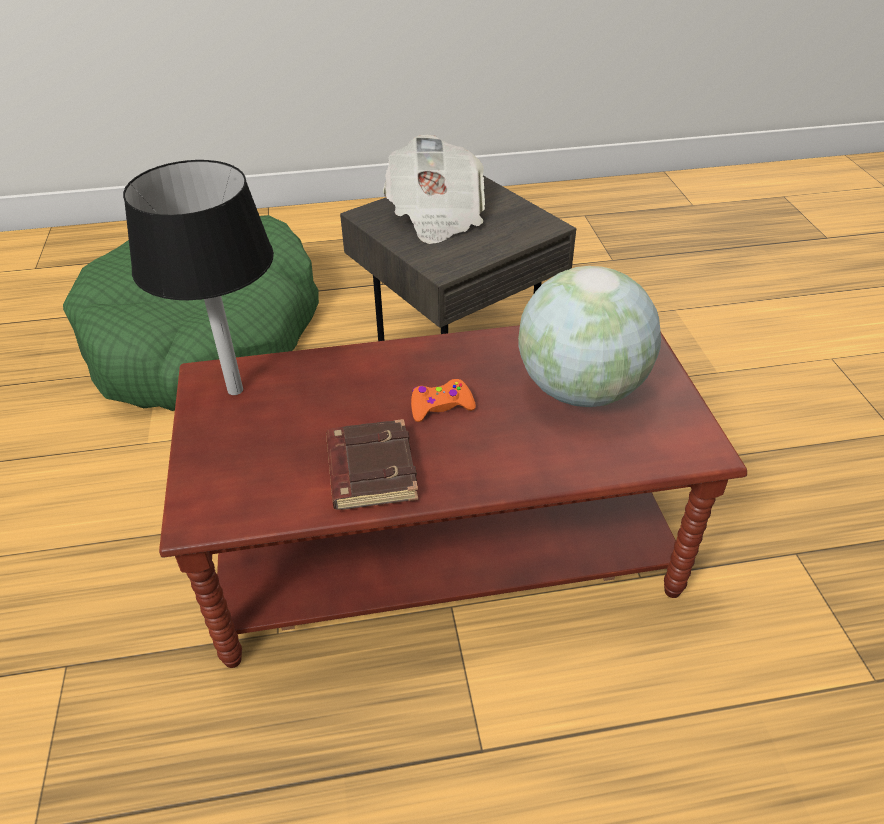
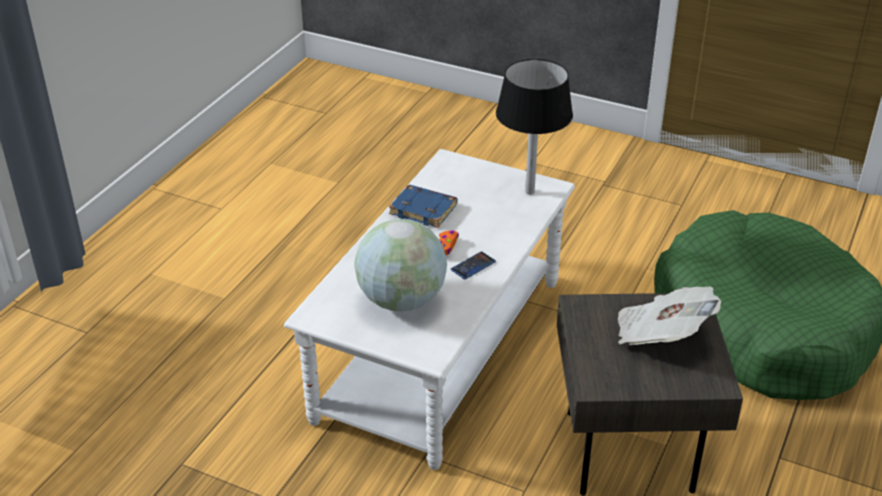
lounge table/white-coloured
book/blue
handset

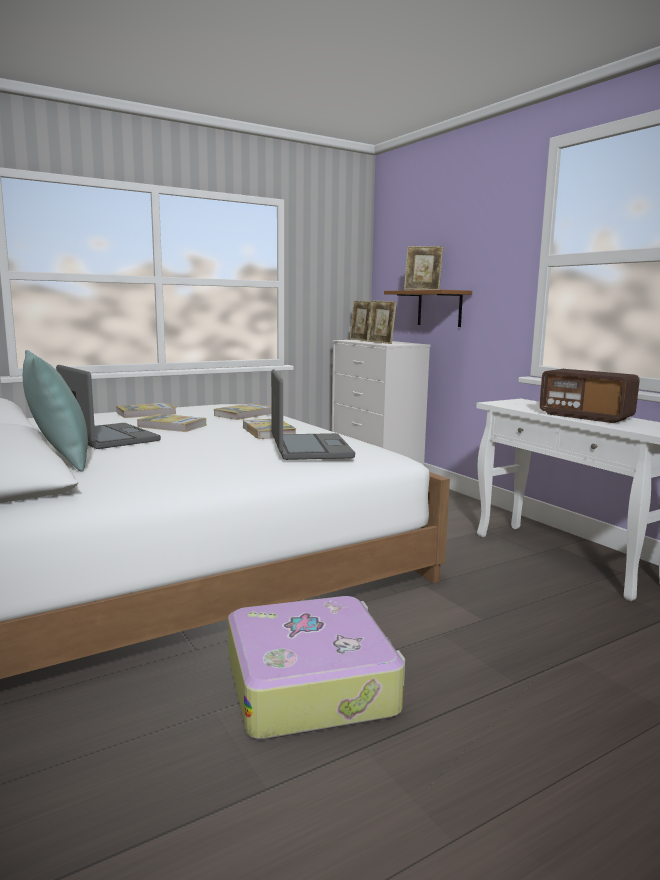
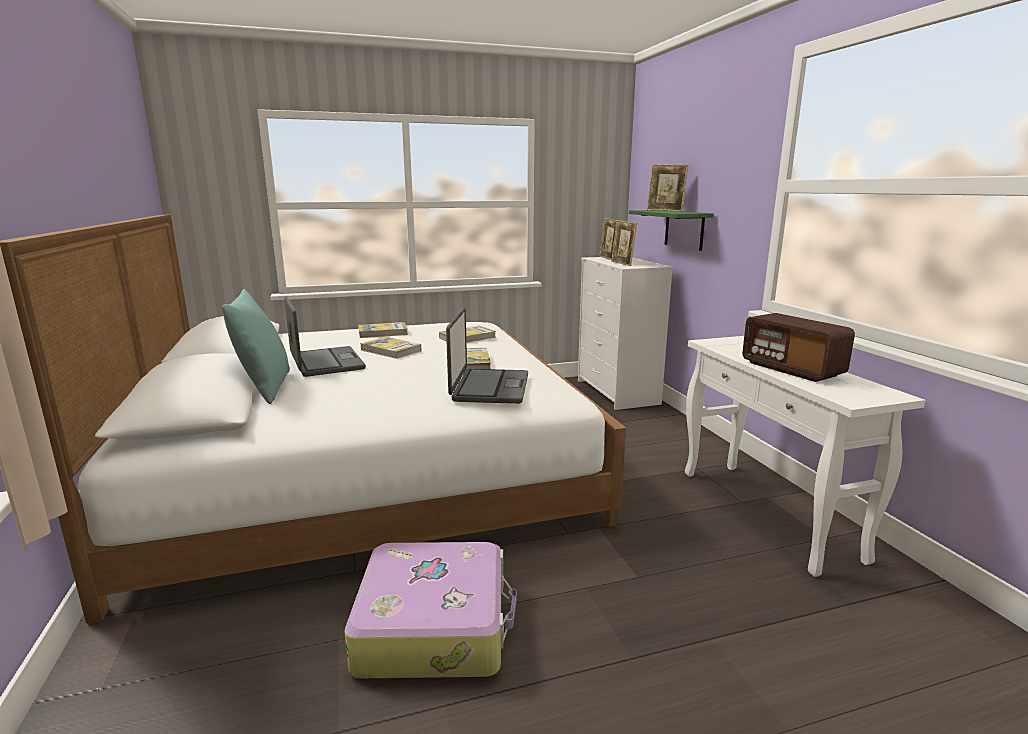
wall shelf/greenish

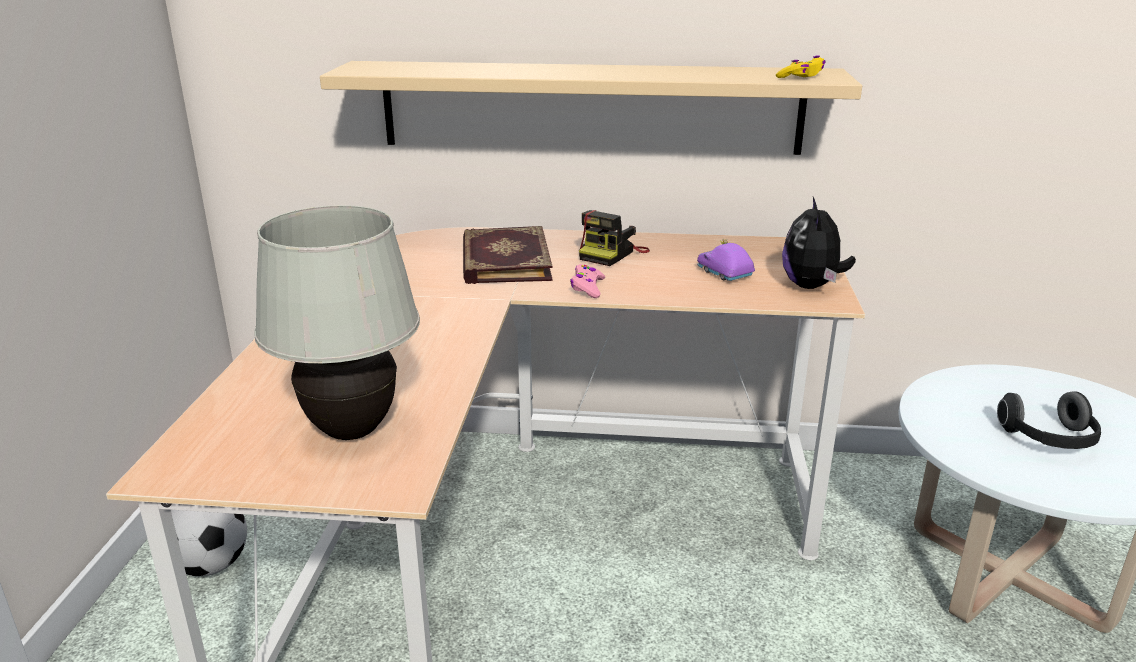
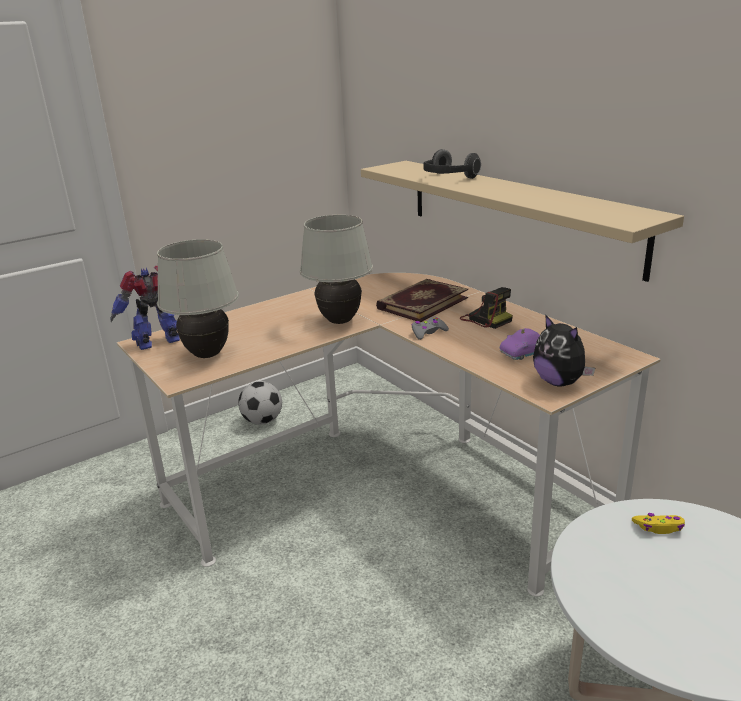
robot figure
lamp for a table/white-coloured (2nd from left)
gamepad/greyish
pair of headphones
still camera
miniature car/purple-coloured
plush toy
gamepad/yellow-coloured

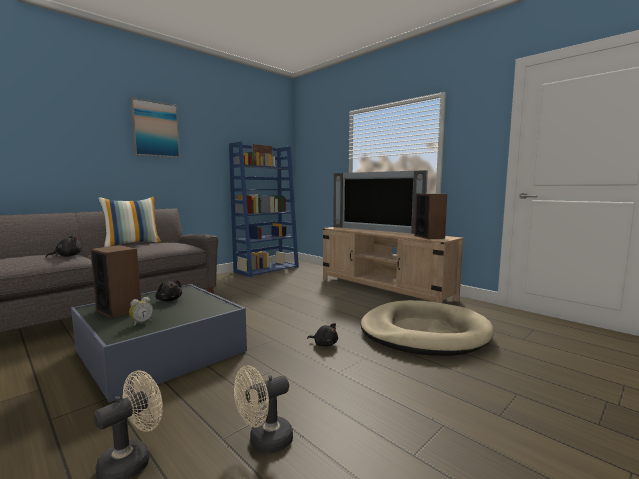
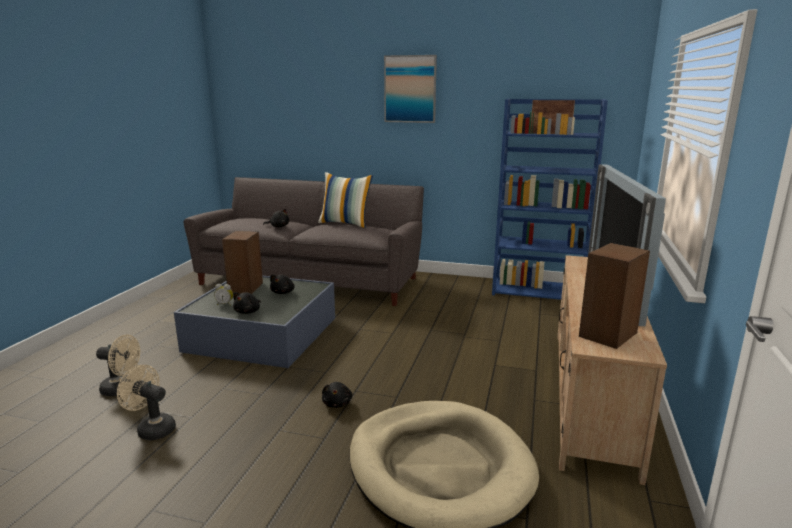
plush toy/black (1st from left)

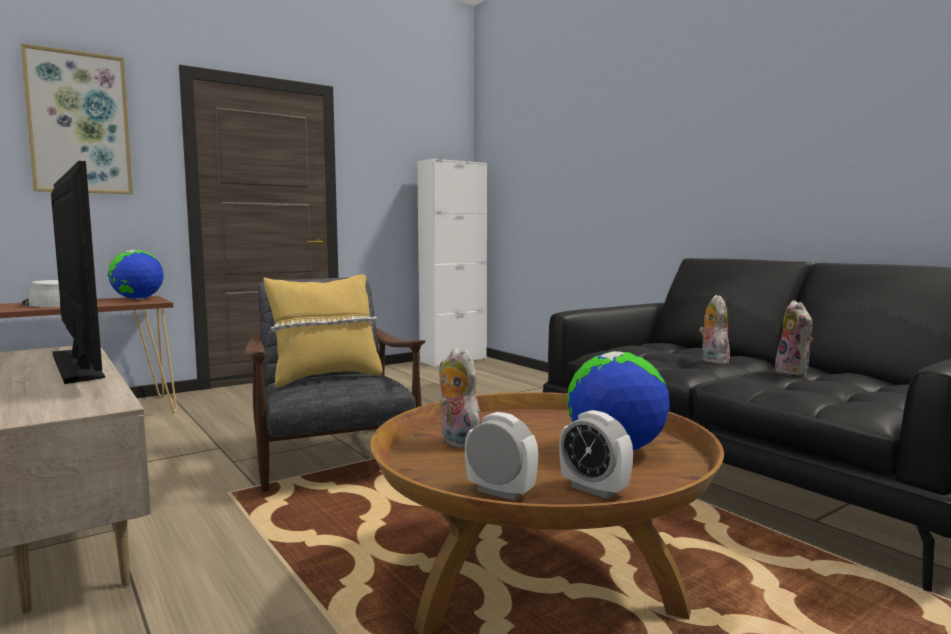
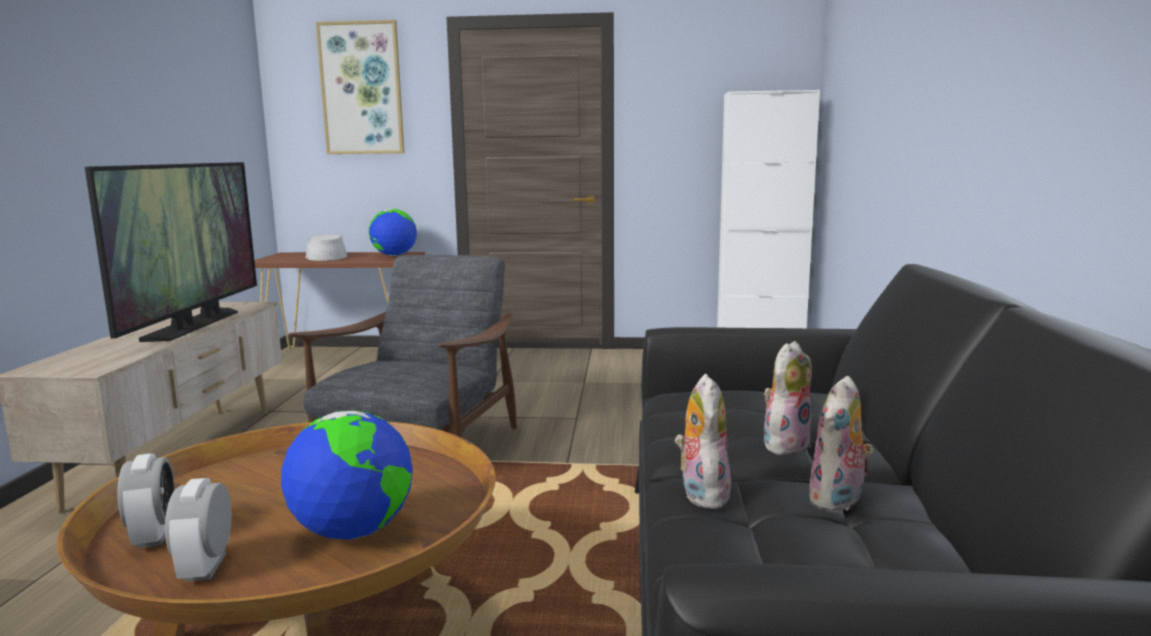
plush toy (1st from left)
pillow/yellow-coloured

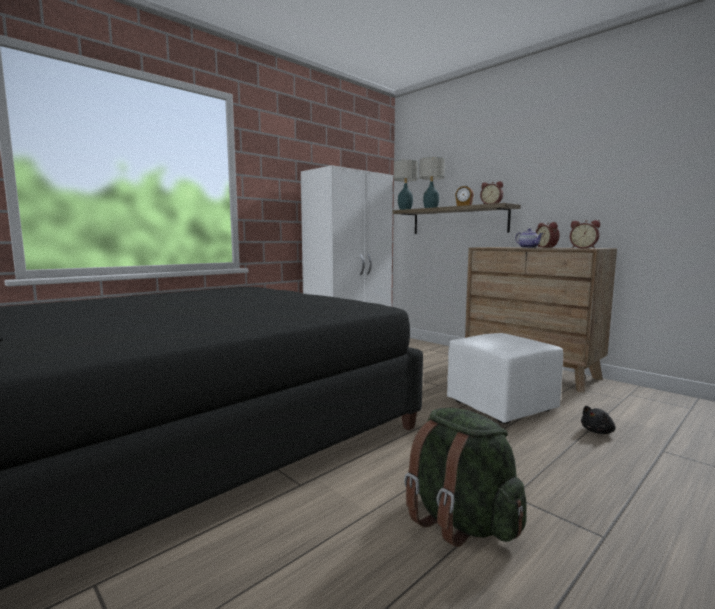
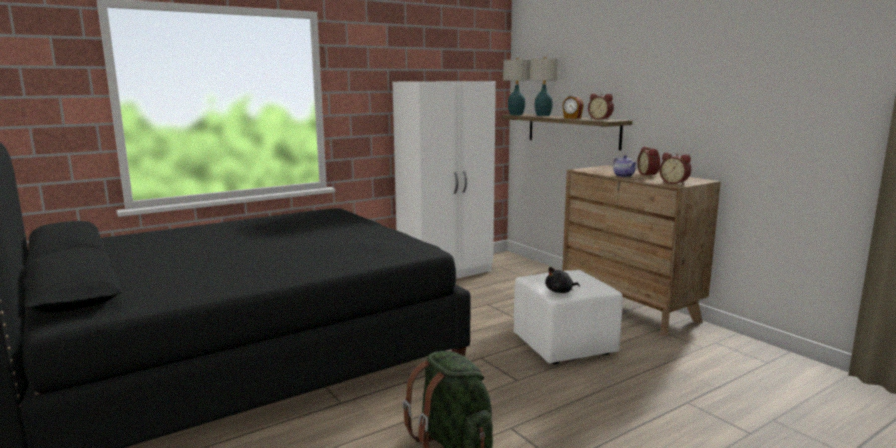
plush toy/black

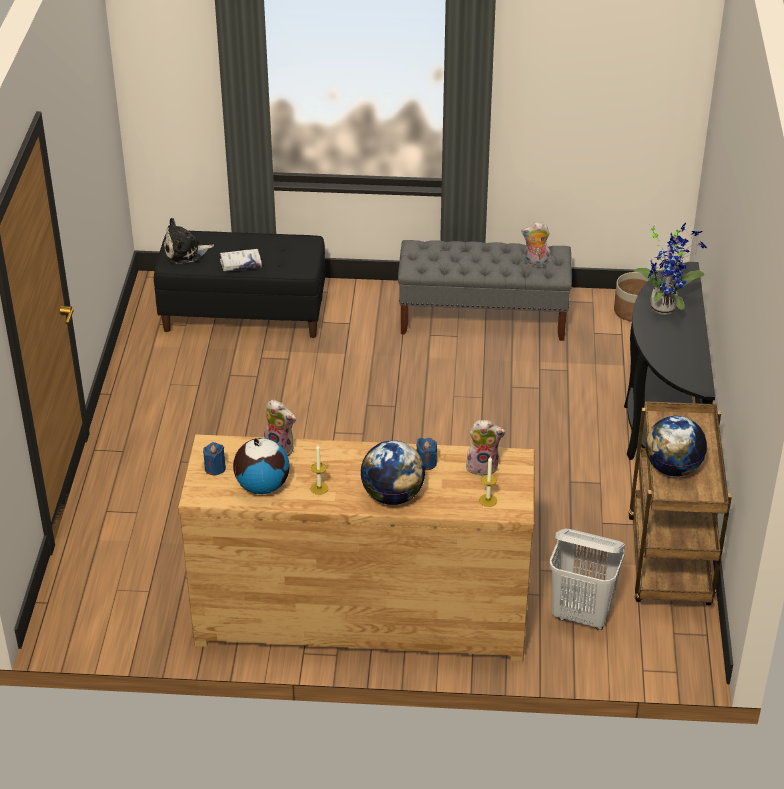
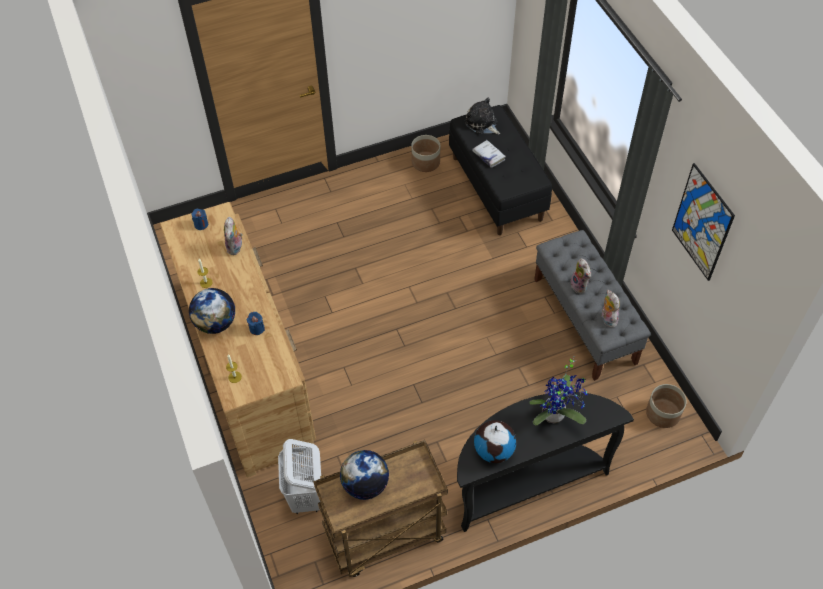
plant pot (1st from left)
world globe (3rd from left)
plush toy (3rd from left)
wall picture

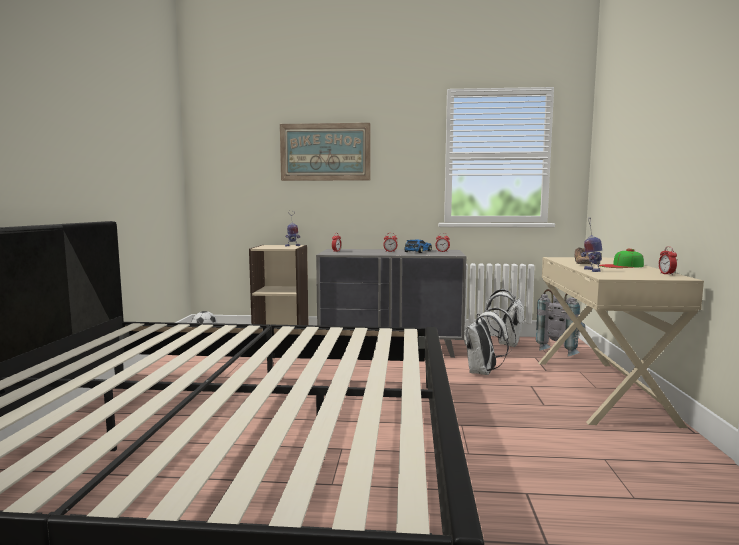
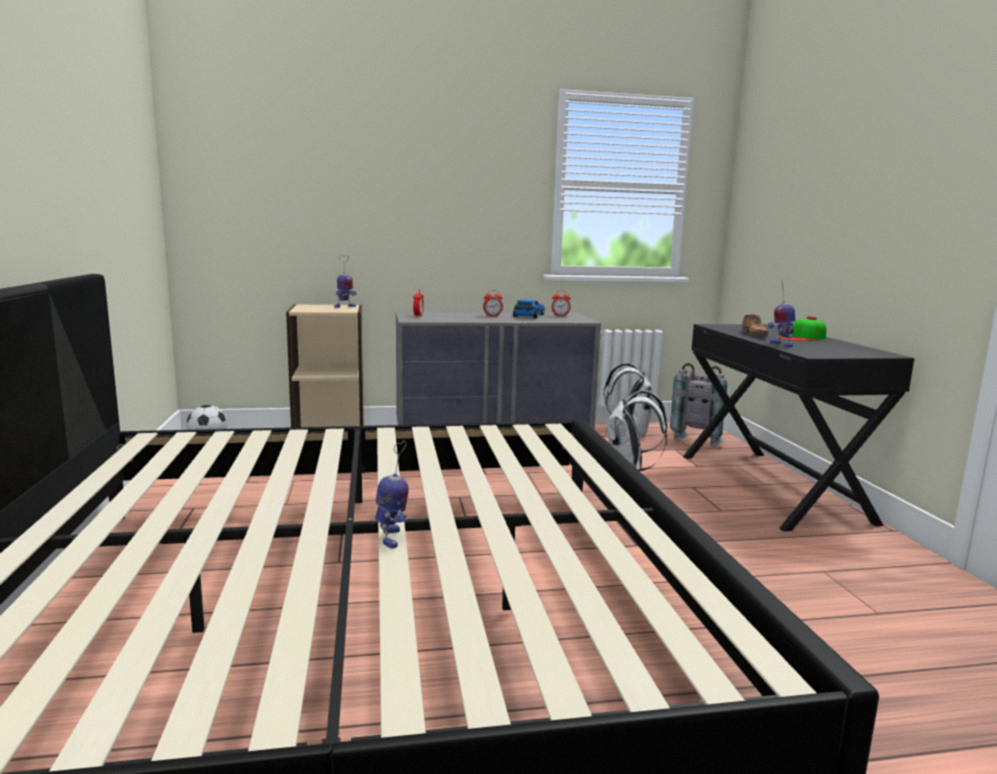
robot figure (2nd from left)
desk table/black
wall picture
table clock (4th from left in the first image)

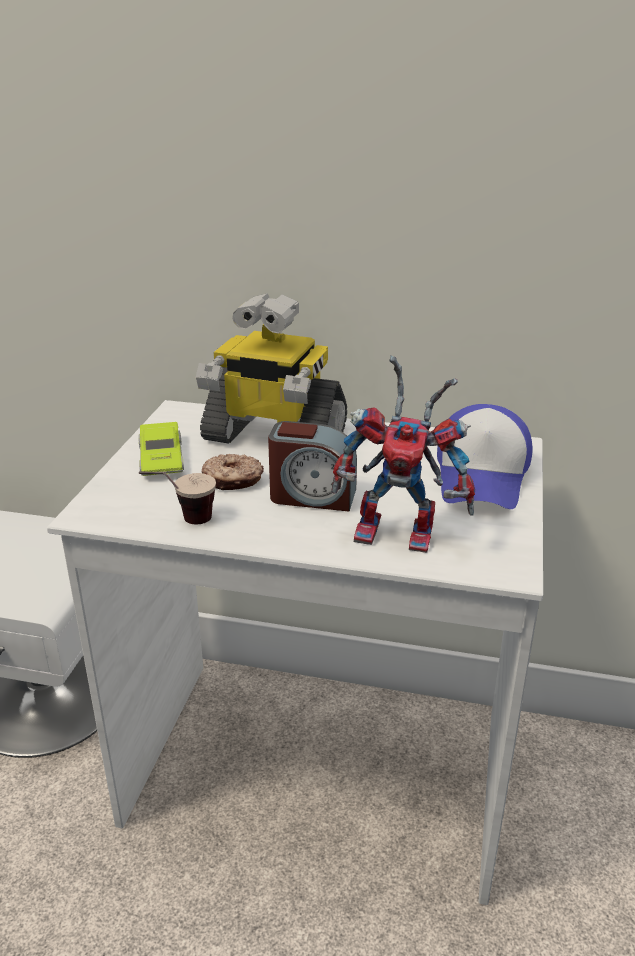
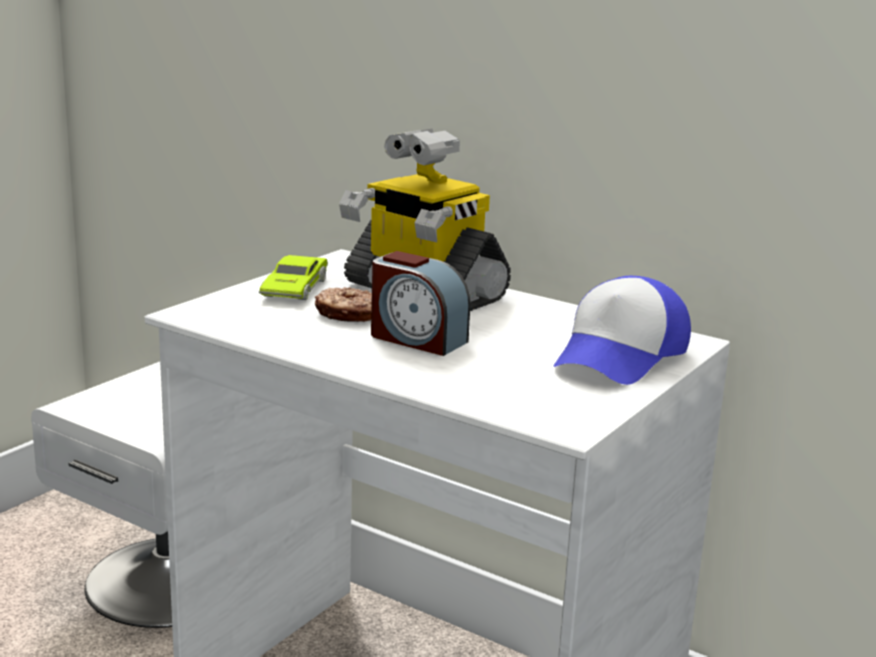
small cup
robot figure (2nd from left in the first image)

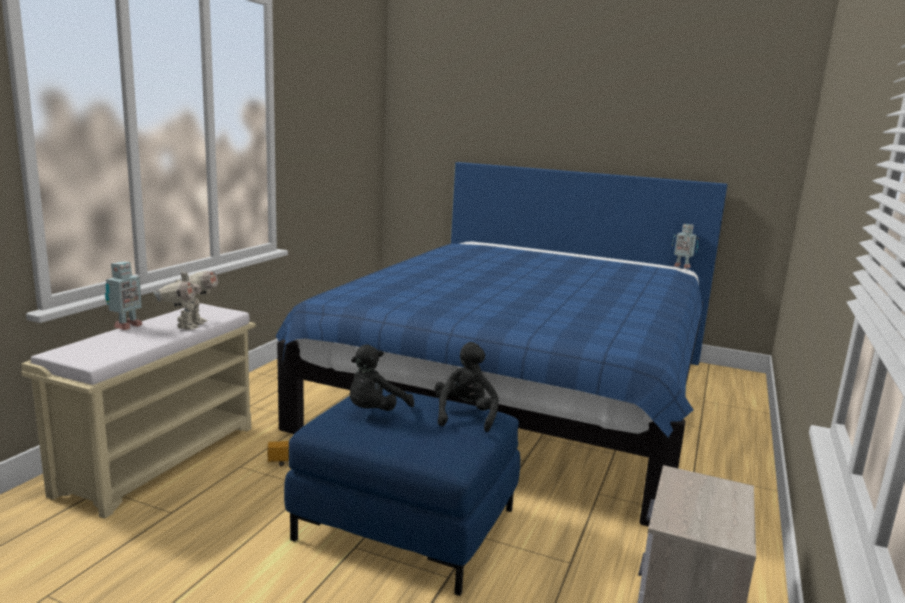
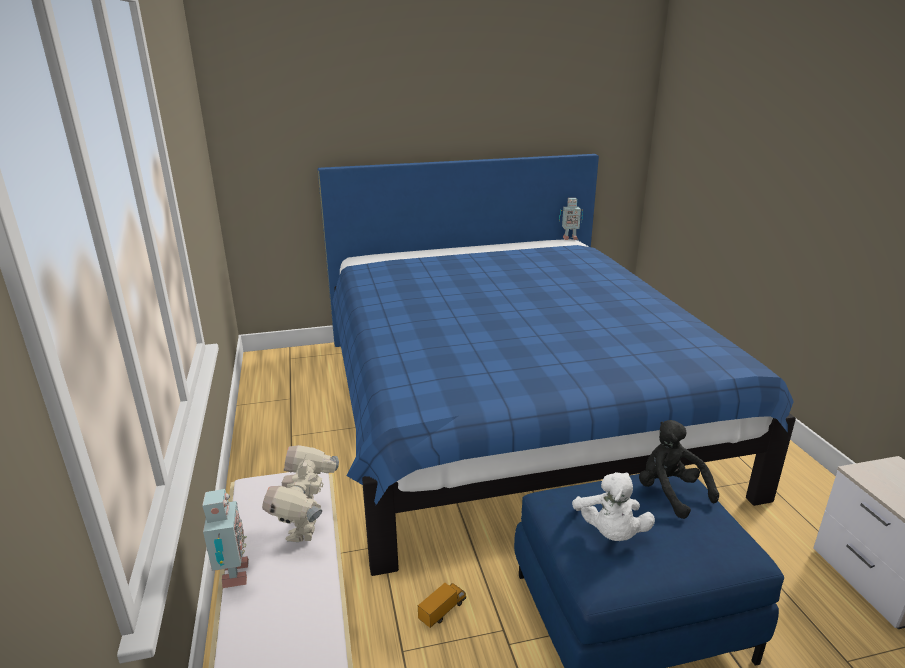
robot figure (2nd from left)
plush toy/white-coloured

